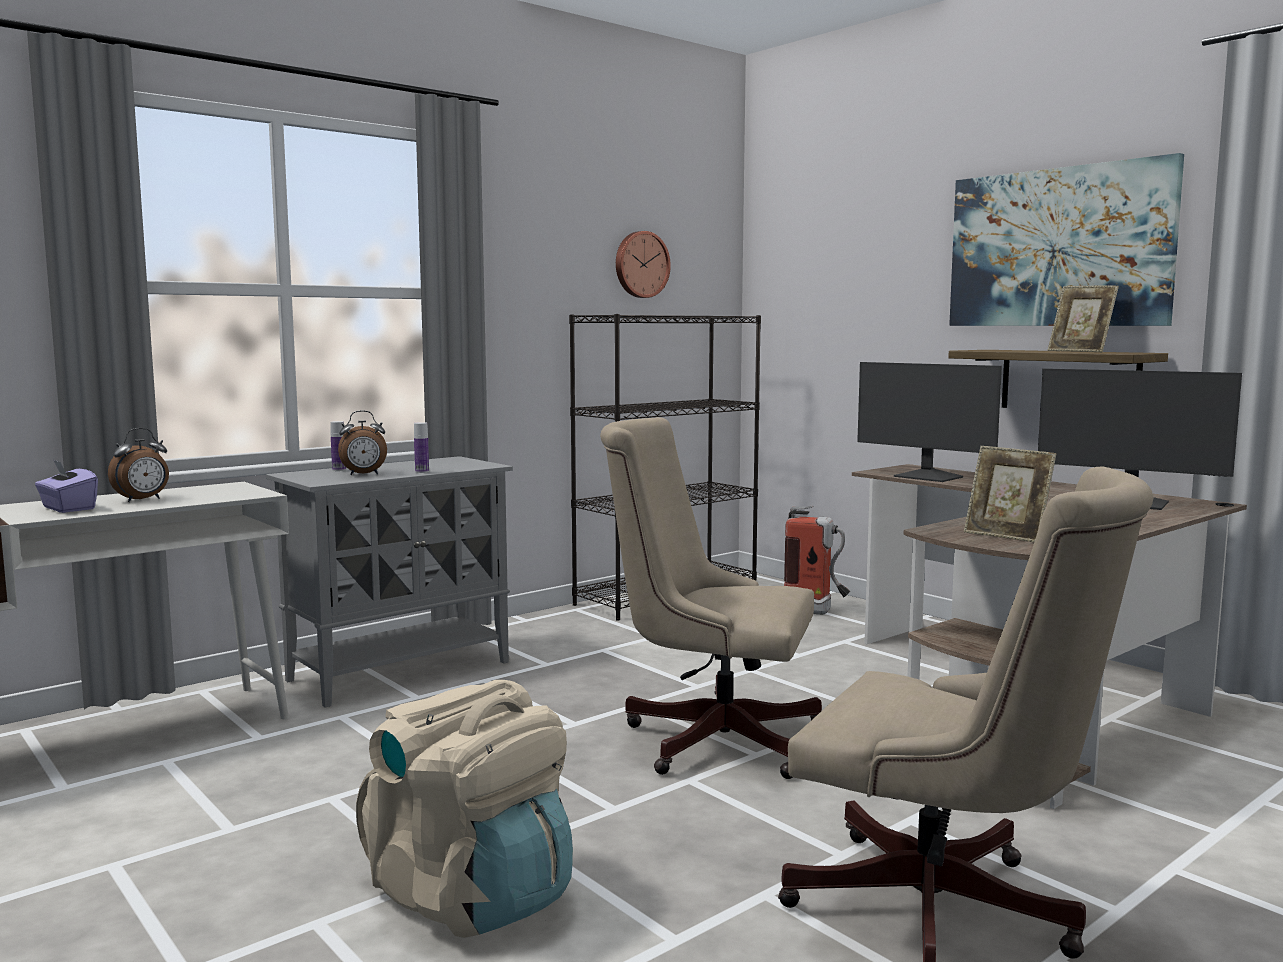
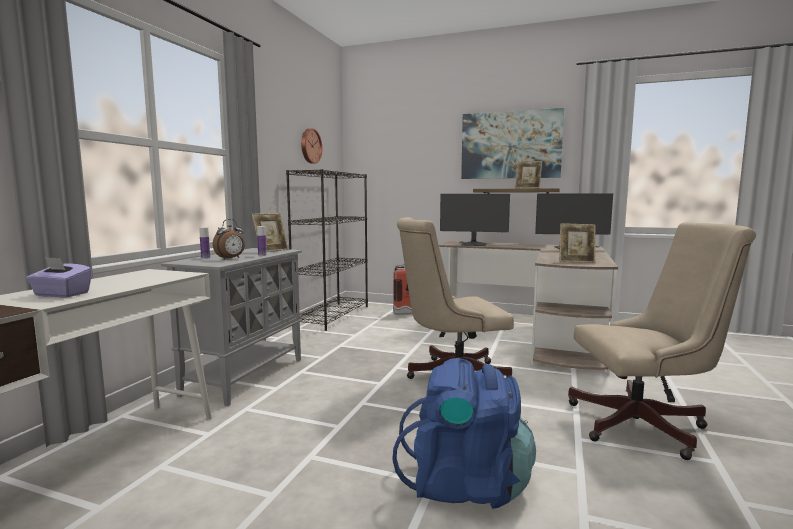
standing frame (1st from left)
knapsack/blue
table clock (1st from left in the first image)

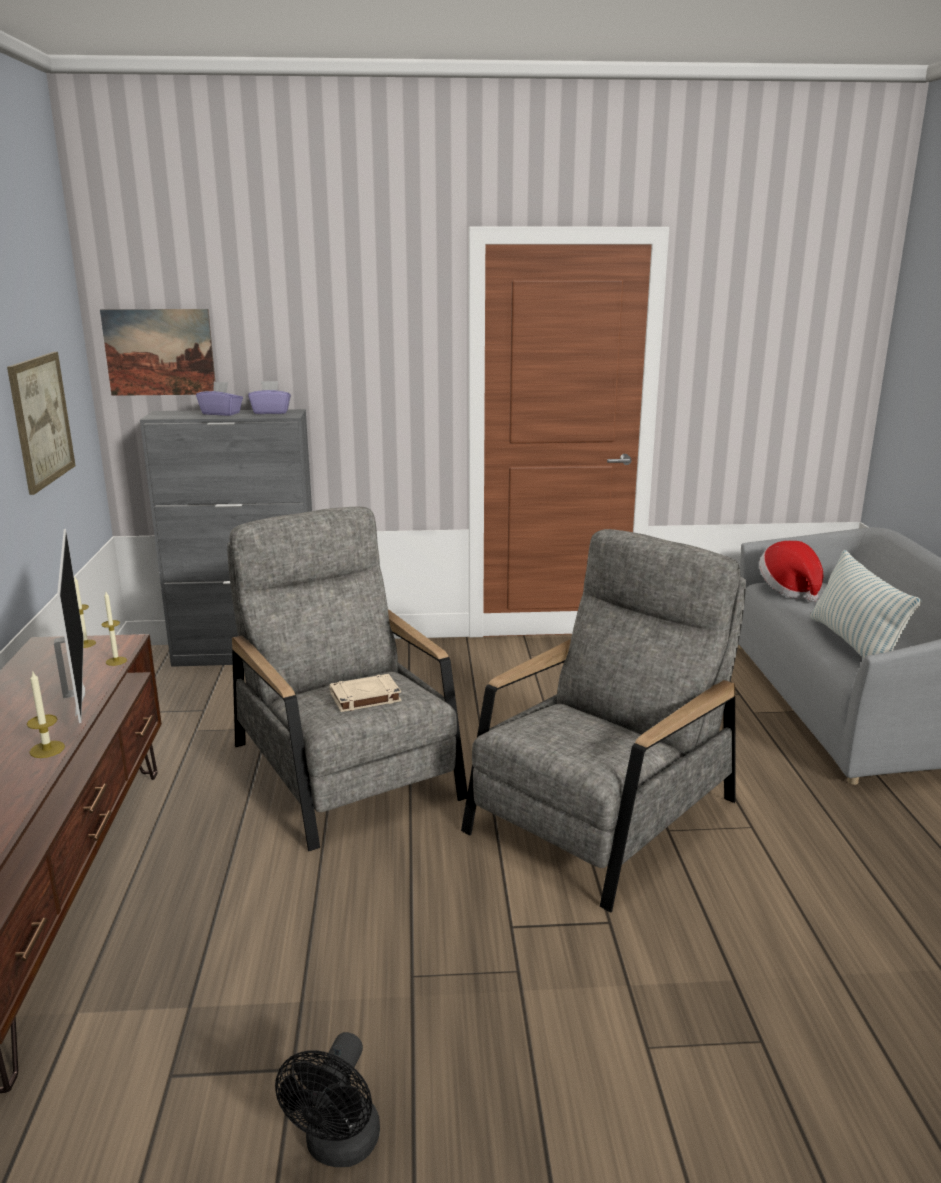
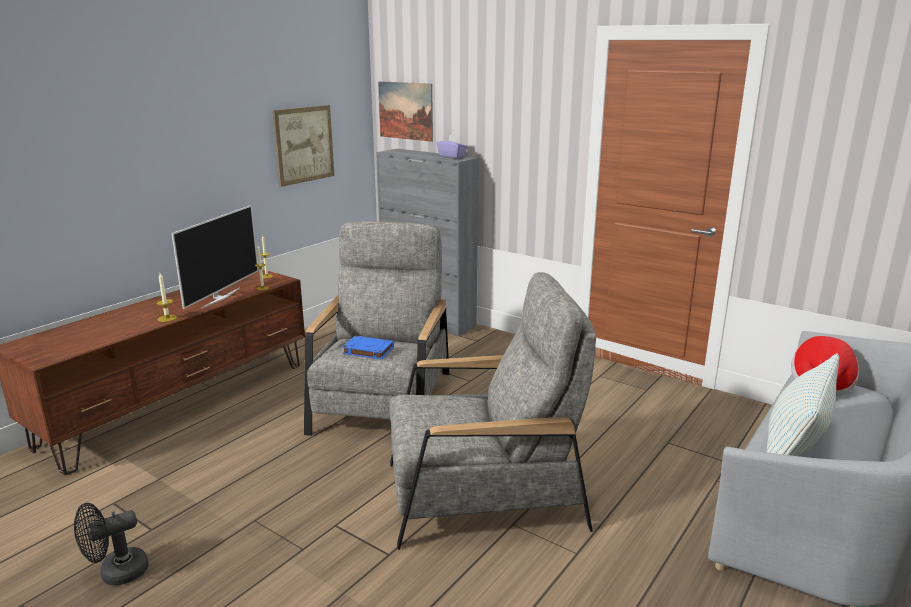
book/blue
tissue holder/purple-coloured (1st from left in the first image)

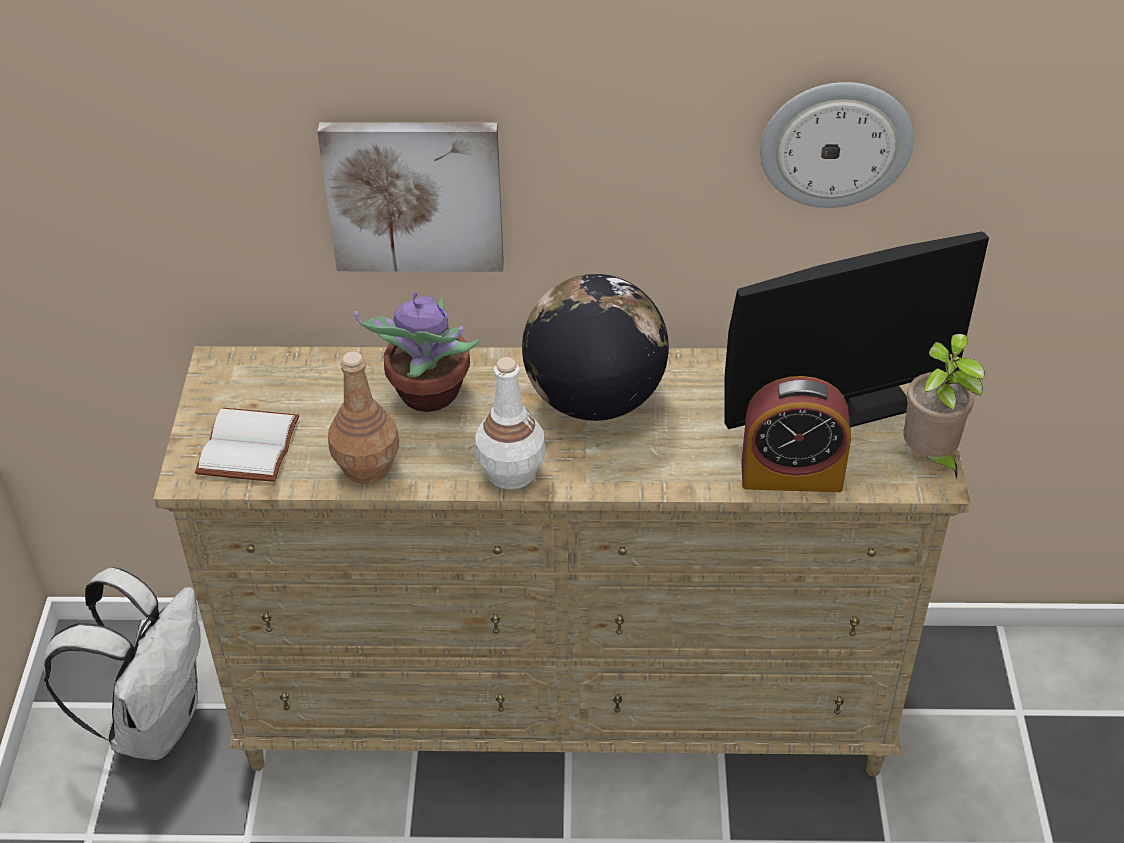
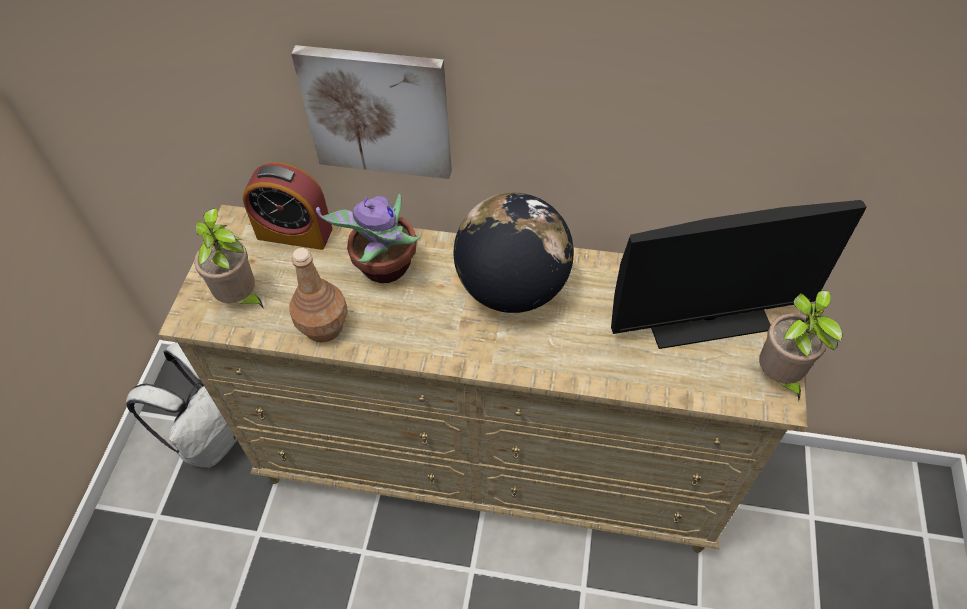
houseplant (1st from left)
table clock
bottle/white-coloured
hanging clock

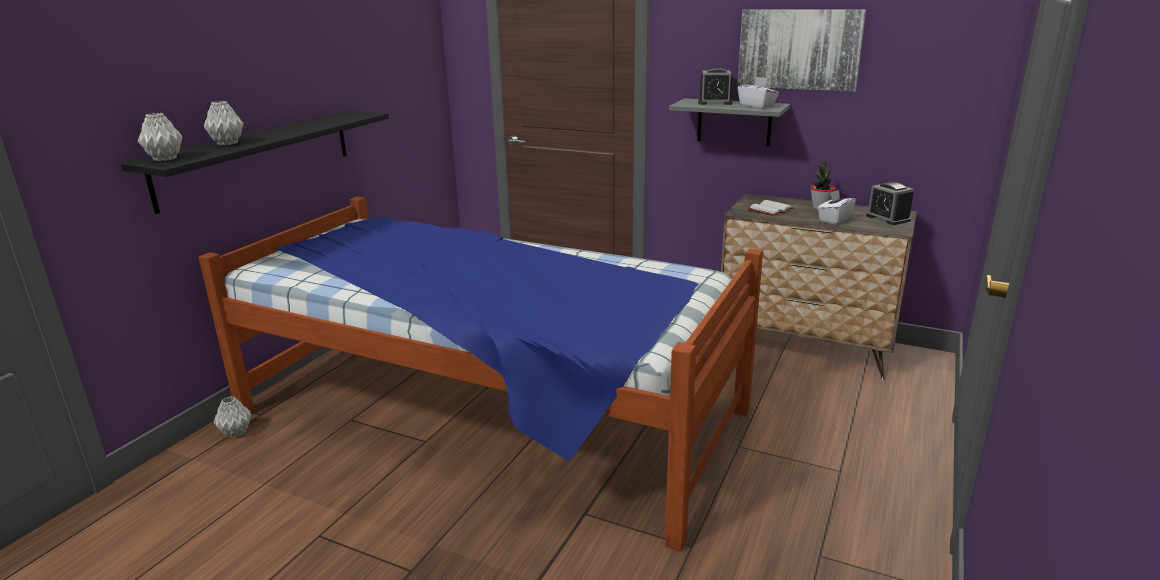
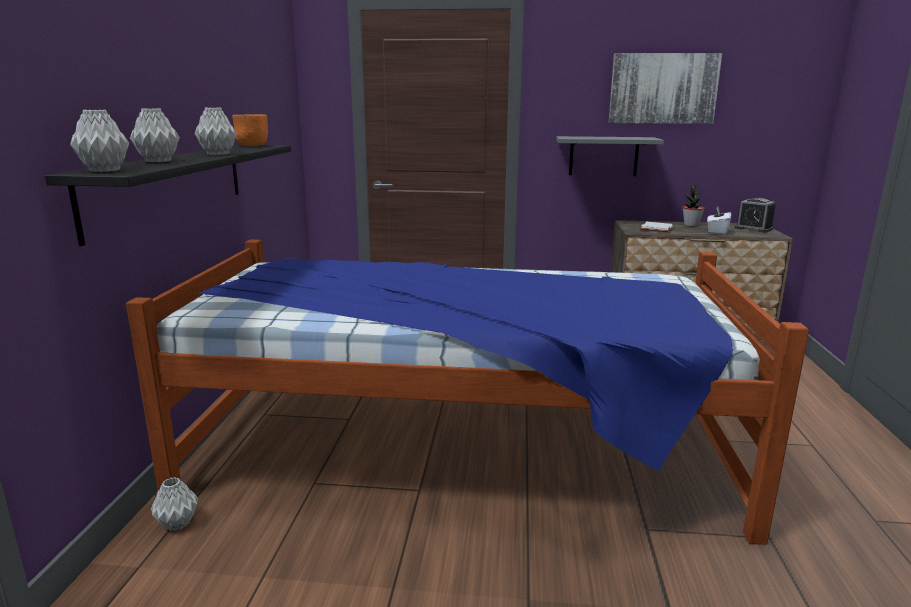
flower vase/greyish (4th from left)
bowl/orange-coloured
table clock (1st from left in the first image)
tissue holder/white-coloured (1st from left in the first image)

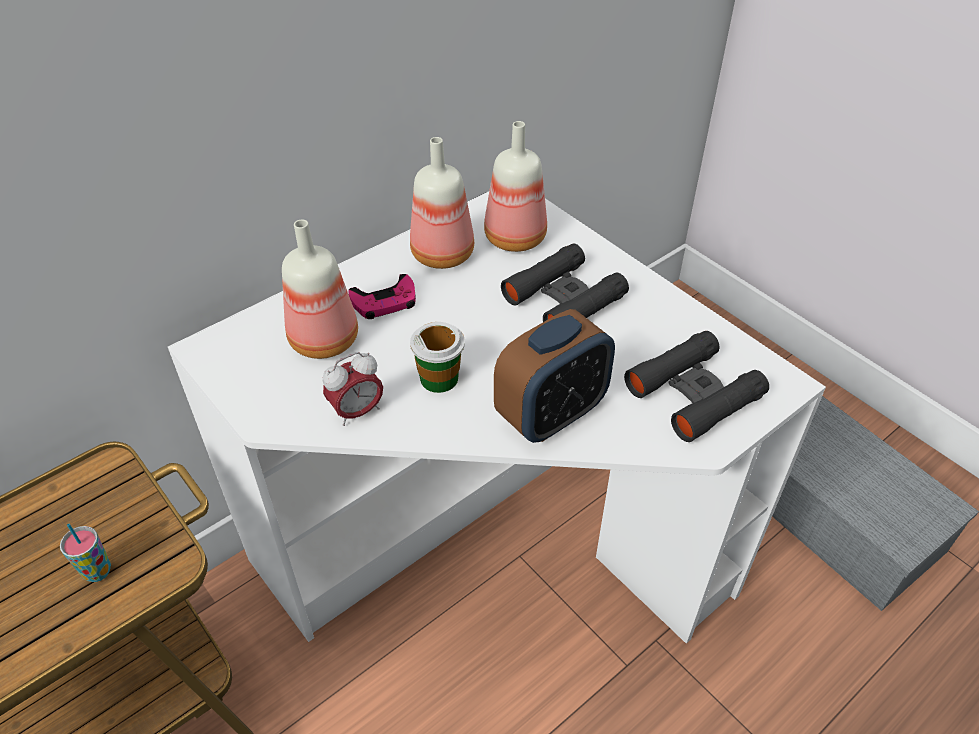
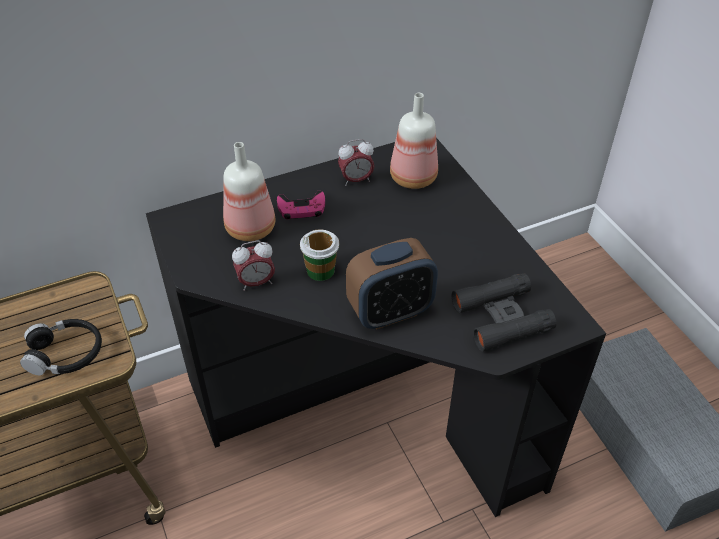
pair of headphones/black
desk table/black
table clock (2nd from left)
field glasses/black (1st from left in the first image)

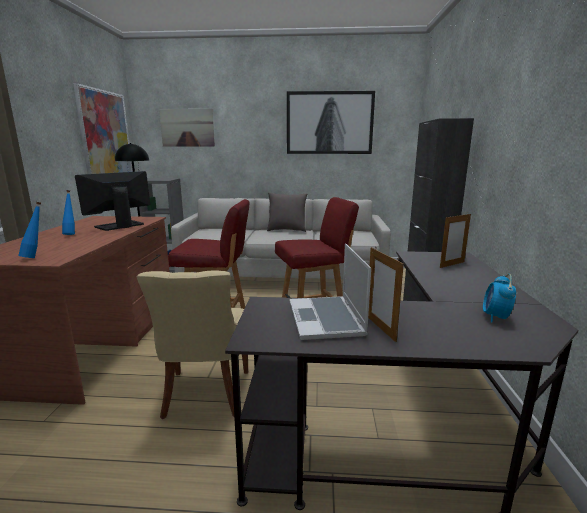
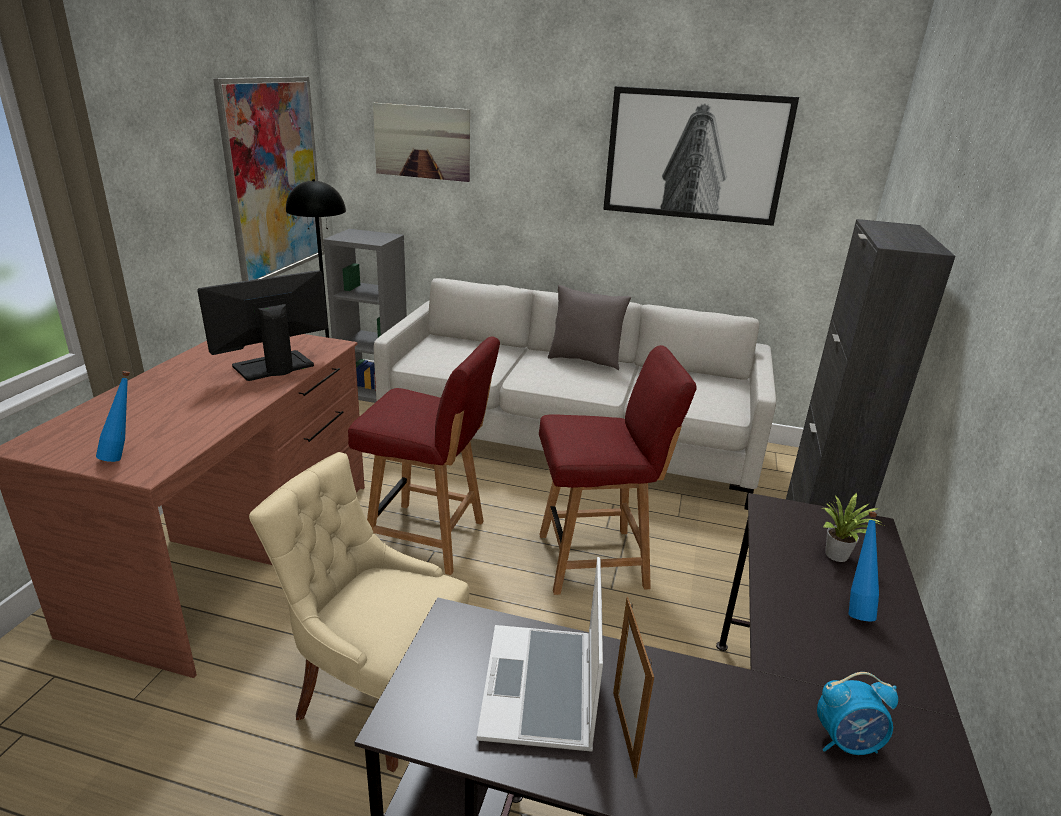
upright chair/sand-coloured
table clock
houseplant
bottle/blue (2nd from left)

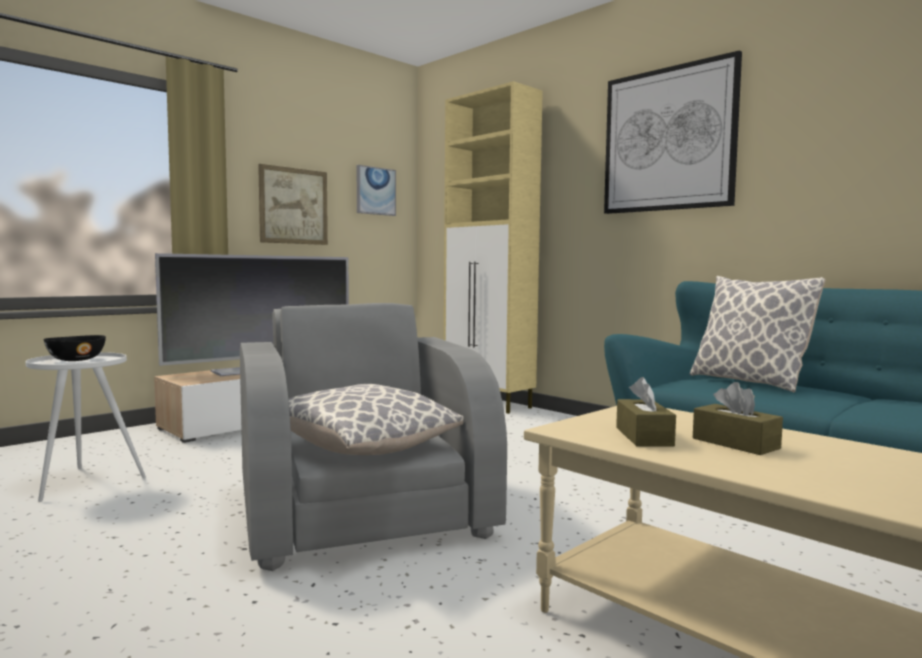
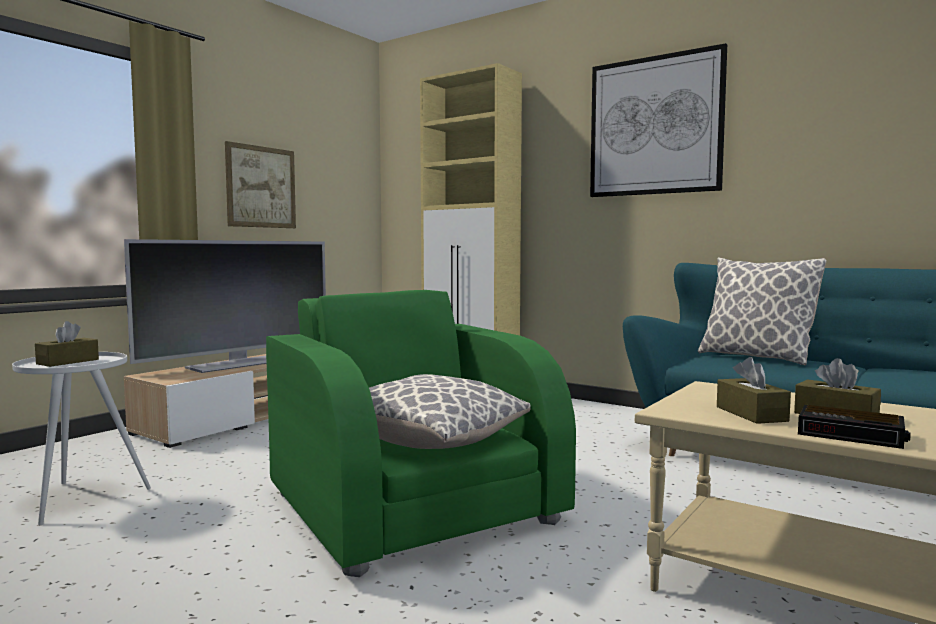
tissue holder/brown-coloured (1st from left)
easy chair/greenish
table clock
wall picture (2nd from left in the first image)

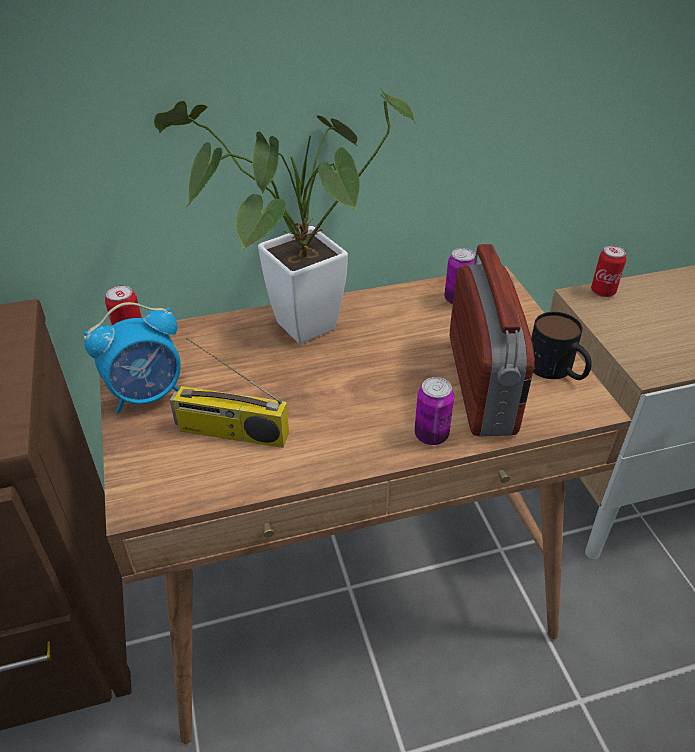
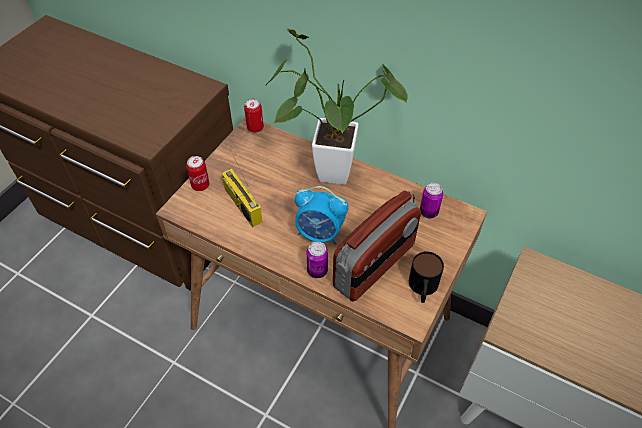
sealed can (1st from left)
table clock

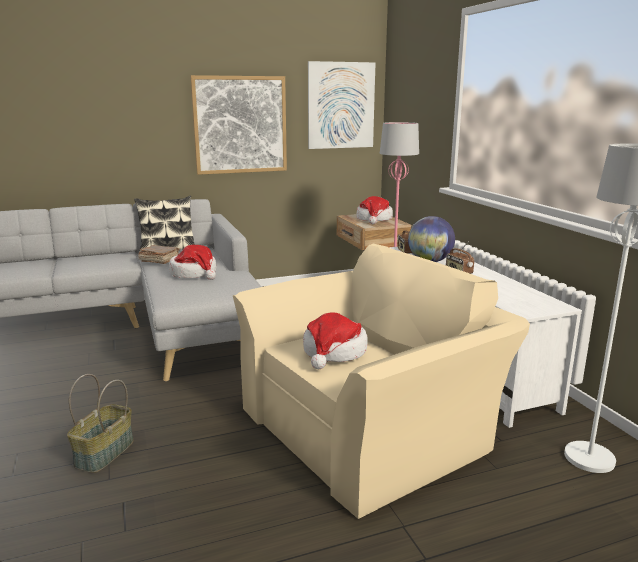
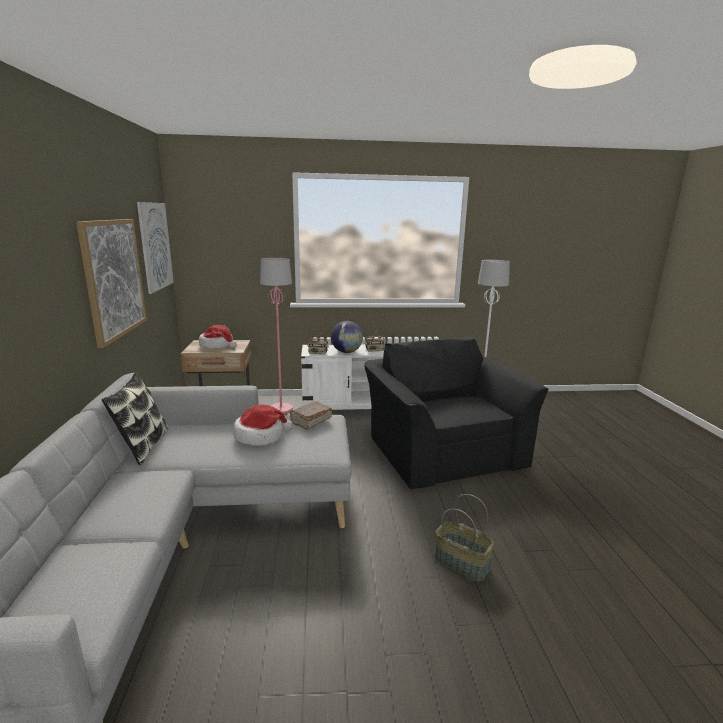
book/brown-coloured
easy chair/black
hat (2nd from left in the first image)

